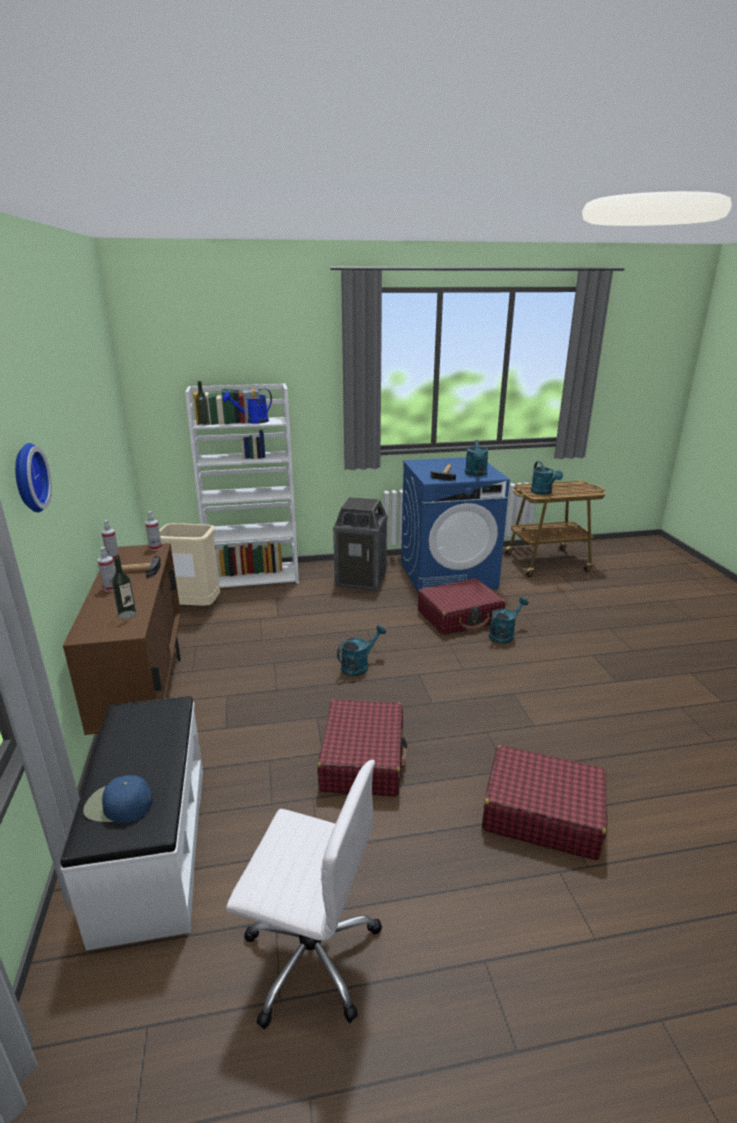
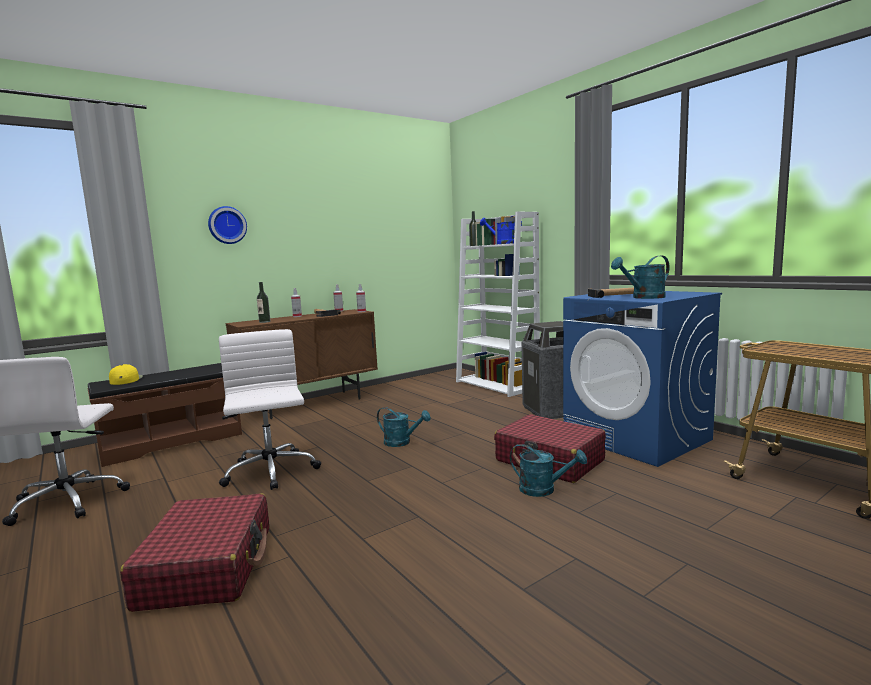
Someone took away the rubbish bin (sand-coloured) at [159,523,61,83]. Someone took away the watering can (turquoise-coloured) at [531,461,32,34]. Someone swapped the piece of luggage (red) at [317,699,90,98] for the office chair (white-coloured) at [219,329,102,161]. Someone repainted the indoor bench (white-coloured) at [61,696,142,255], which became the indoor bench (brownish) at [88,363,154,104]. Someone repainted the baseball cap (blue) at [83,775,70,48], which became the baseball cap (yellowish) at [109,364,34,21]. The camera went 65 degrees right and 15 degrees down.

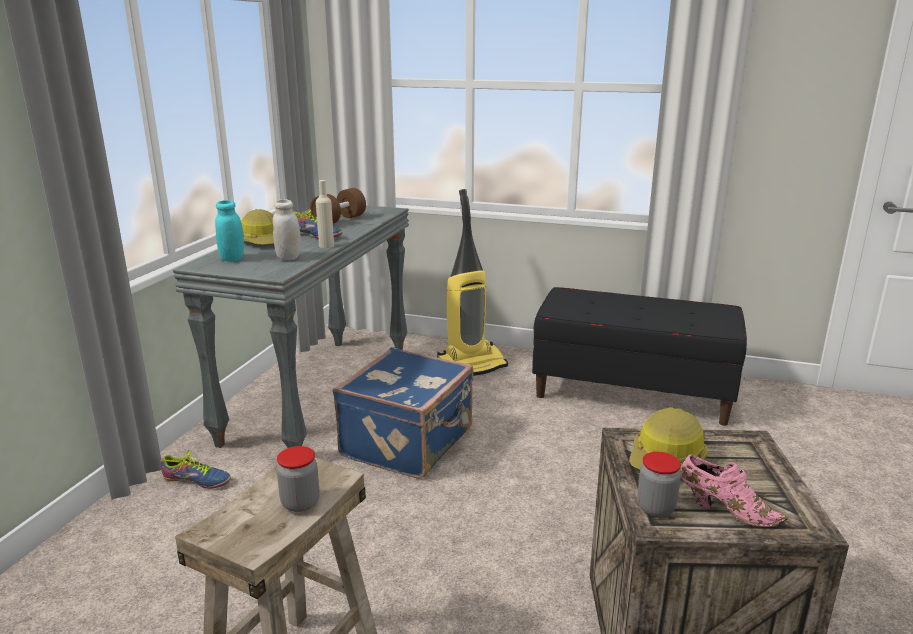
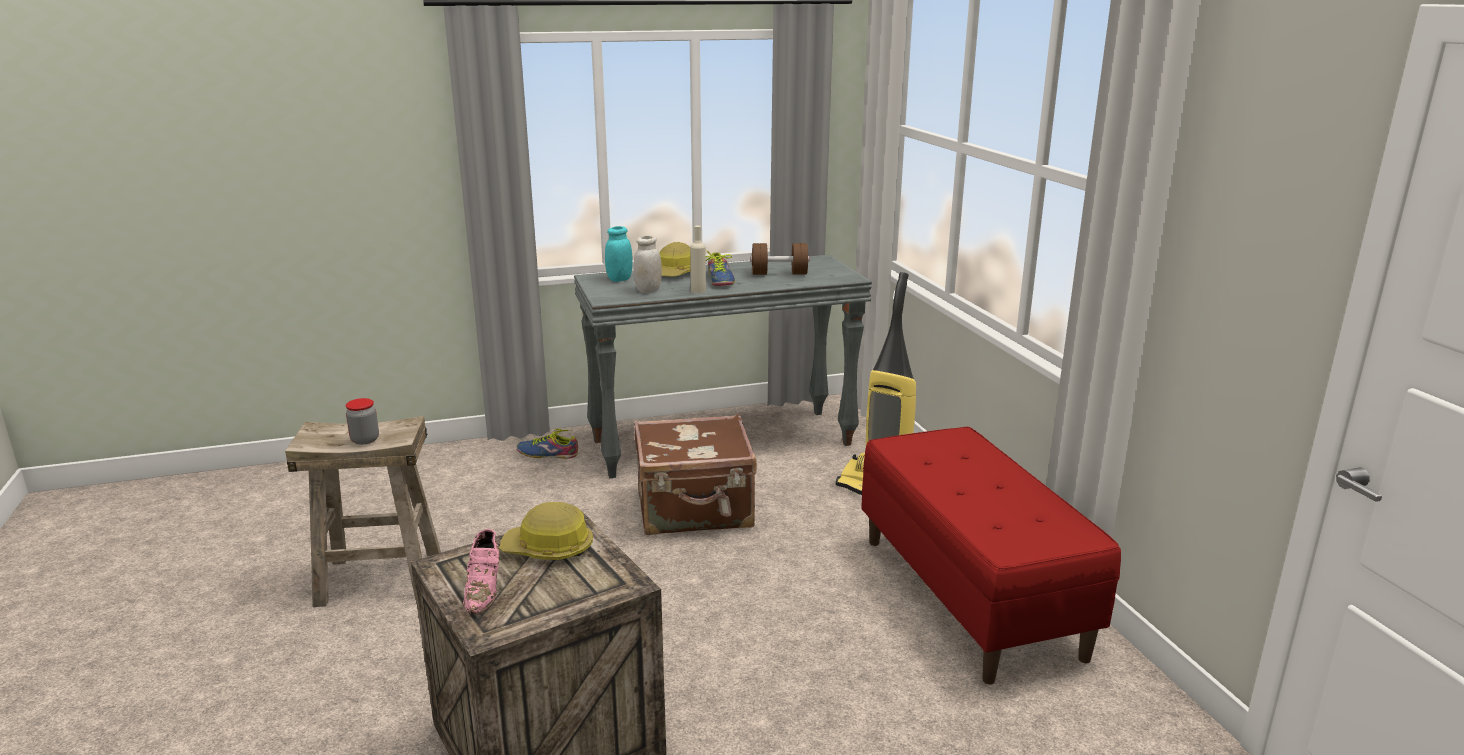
Someone took away the jar at [637,452,44,65]. Someone repainted the piece of luggage (blue) at [333,347,141,132], which became the piece of luggage (brownish) at [634,414,123,121]. Someone repainted the indoor bench (blackish) at [532,287,215,139], which became the indoor bench (red) at [861,427,260,257]. Someone rotated the low shoe at [161,450,70,38] by 120 degrees clockwise. The camera went 55 degrees right and 0 degrees up.

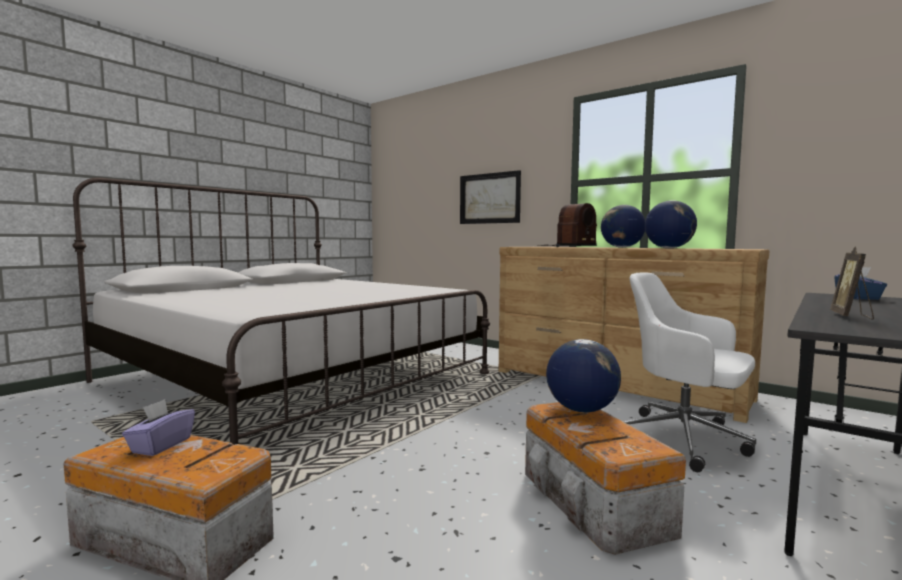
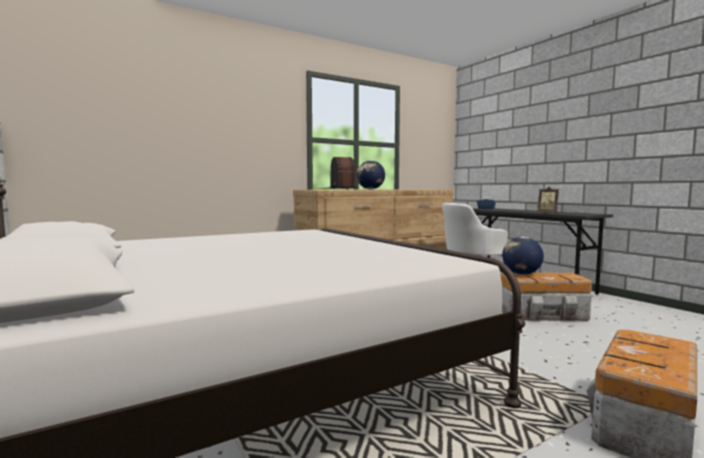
Someone took away the tissue box (purple-coloured) at [122,399,73,57]. Someone took away the wall art at [460,170,61,54]. Someone took away the desk globe at [645,200,52,49]. The camera went 70 degrees left and 0 degrees up.

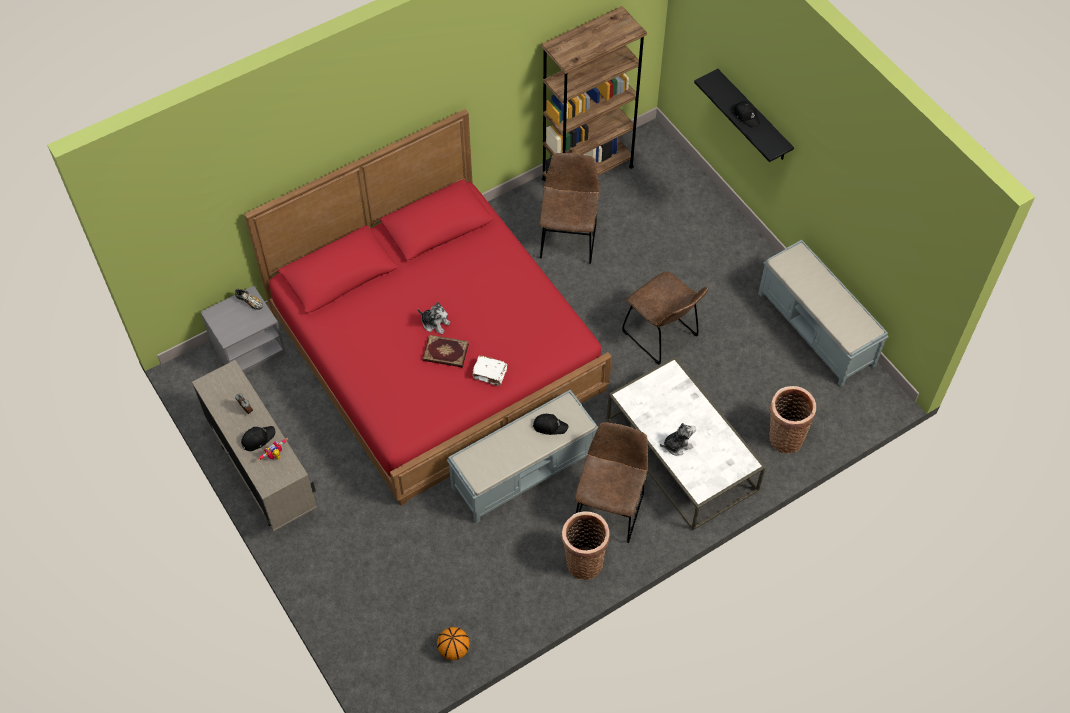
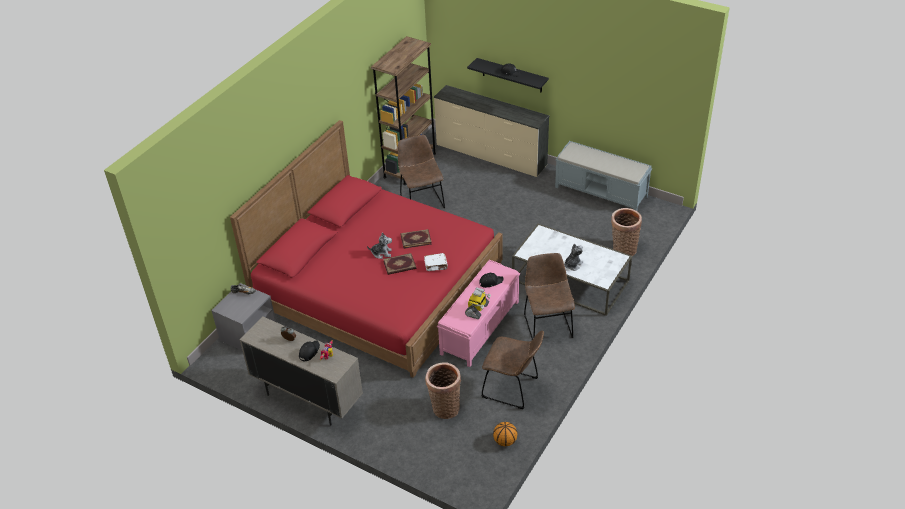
Someone put down the book at [400,229,32,20]. Someone put down the drawer chest (sand-coloured) at [434,85,115,92]. Someone put down the toy robot at [465,287,26,32]. Someone carried the household basket from [562,511,48,69] to [425,362,36,57]. Someone carried the plain chair (brownish) from [622,271,86,94] to [482,330,62,79]. Someone repainted the indoor bench (greyish) at [447,390,151,134], which became the indoor bench (pinkish) at [437,260,83,107]. The camera went 25 degrees left and 15 degrees down.

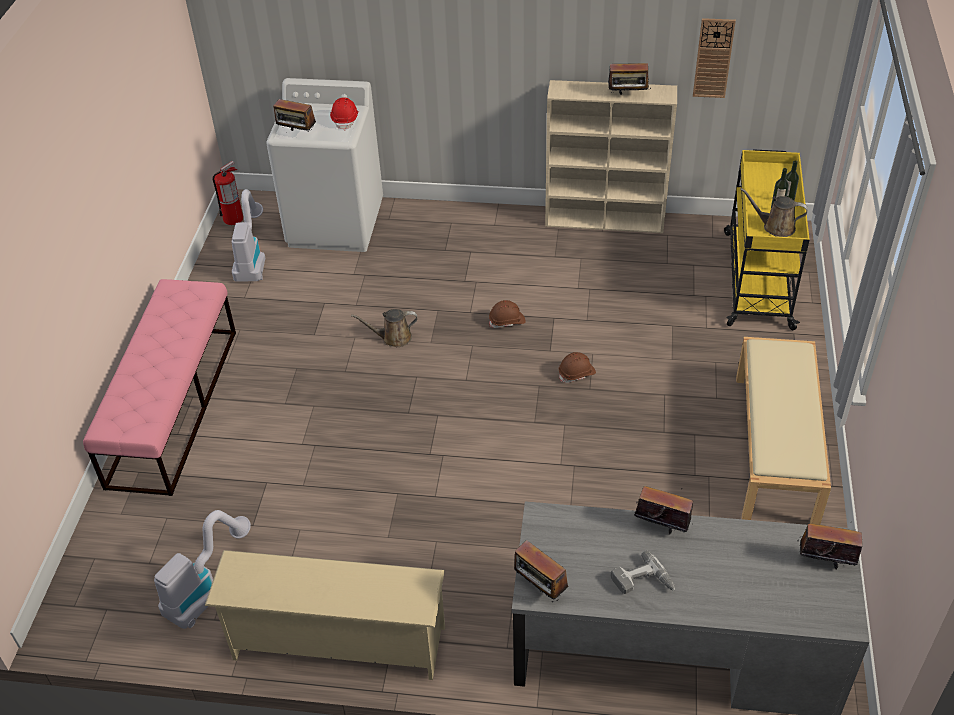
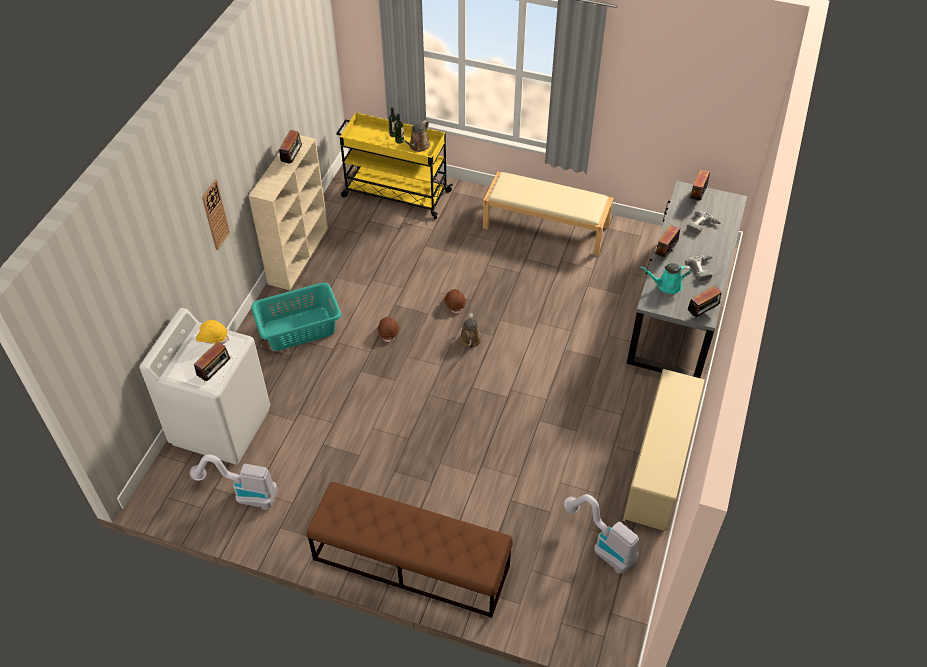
Someone took away the fire-fighting cylinder at [212,161,31,64]. Someone put down the washing basket (turquoise-coloured) at [251,283,90,68]. Someone put down the watering can (turquoise-coloured) at [640,263,51,31]. Someone put down the drill at [687,210,34,24]. Someone carried the watering can (brownish) from [351,309,67,38] to [460,313,22,35]. Someone carried the hanging clock from [693,18,43,80] to [202,179,28,71]. Someone repainted the indoor bench (pinkish) at [83,279,153,217], which became the indoor bench (brownish) at [306,482,207,136]. Someone repainted the safety helmet (red) at [330,97,28,34], which became the safety helmet (yellowish) at [196,320,33,24]. The camera went 80 degrees left and 5 degrees up.

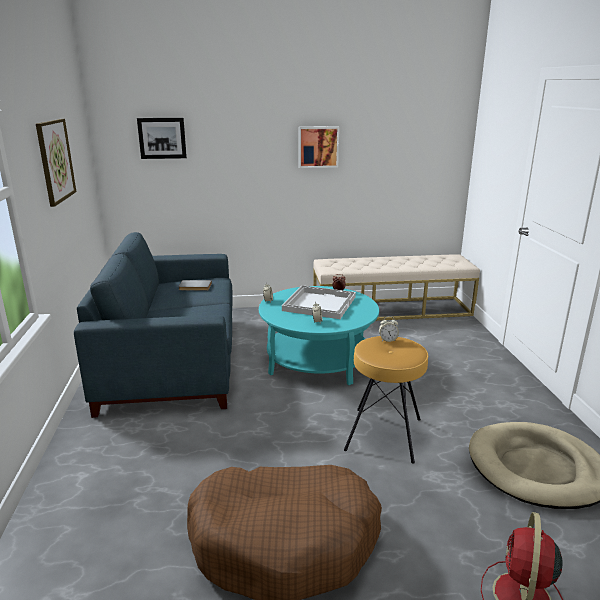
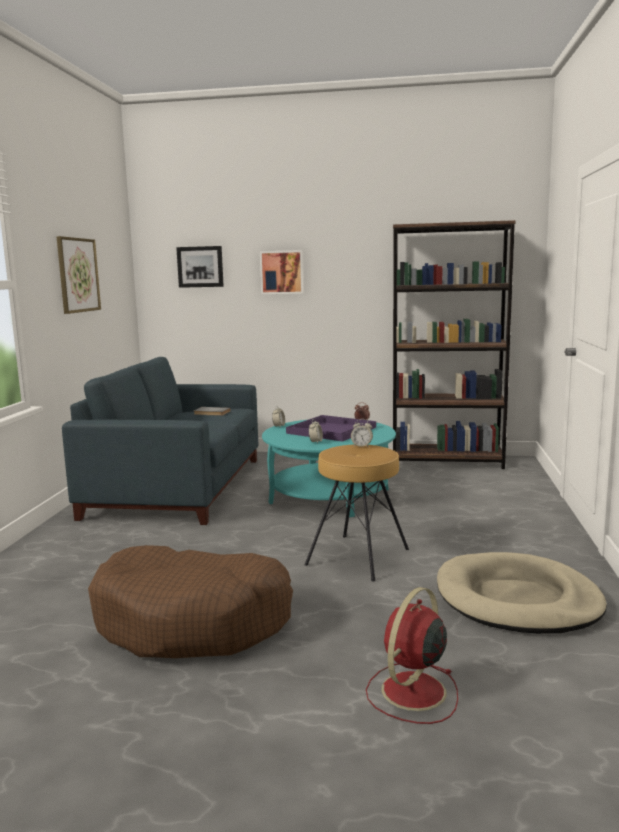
Someone carried the wall art from [299,126,40,42] to [260,250,44,44]. Someone swapped the indoor bench (sand-coloured) at [313,254,167,67] for the bookshelf (brownish) at [393,220,123,249]. Someone repainted the carrying tray (white-coloured) at [282,285,74,34], which became the carrying tray (purple-coloured) at [286,415,90,27]. The camera went 15 degrees right and 10 degrees down.

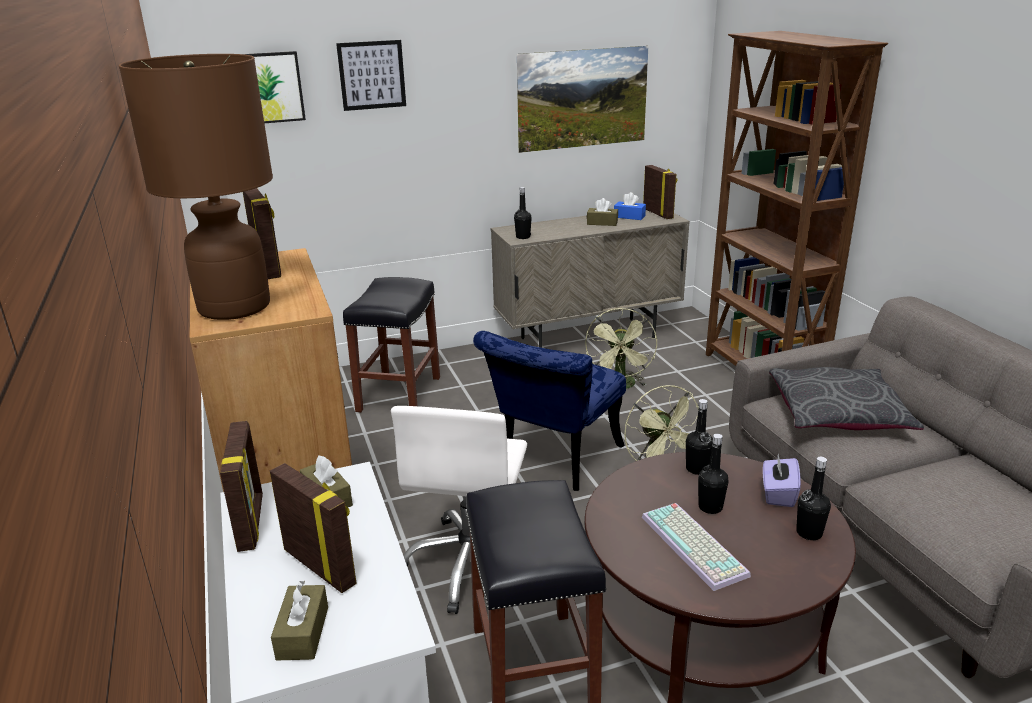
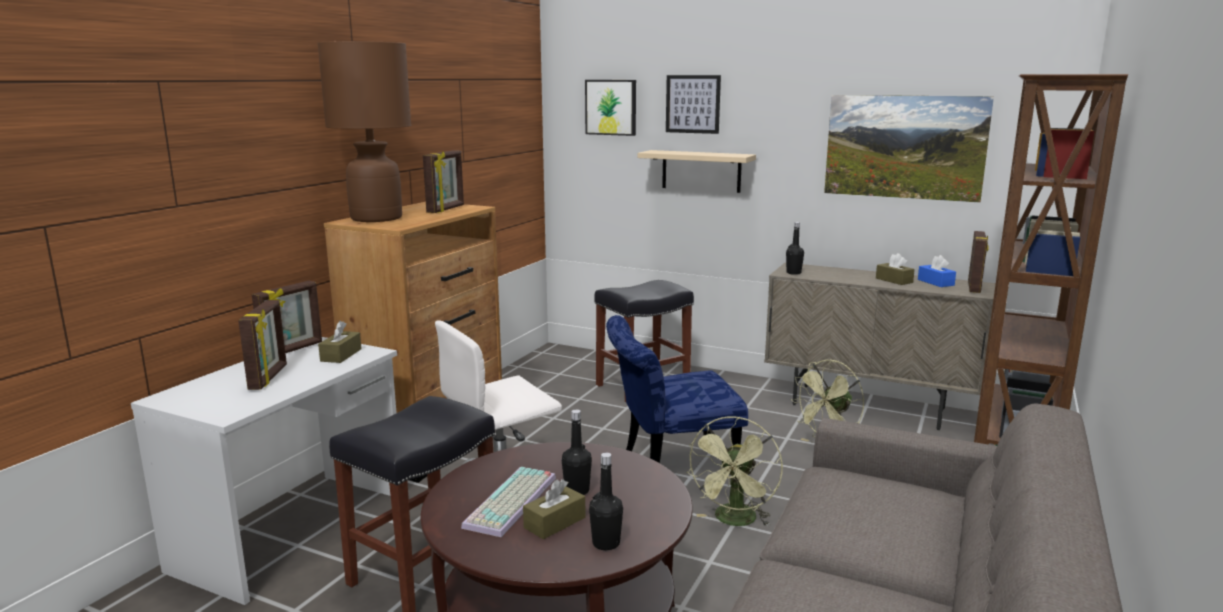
Someone took away the beverage bottle (blackish) at [686,399,27,76]. Someone took away the tissue box (purple-coloured) at [763,454,38,53]. Someone took away the cushion (greyish) at [769,367,155,63]. Someone put up the bracket shelf (sand-coloured) at [638,150,118,43]. Someone carried the tissue box (brownish) from [271,581,57,80] to [523,479,62,60]. The camera went 45 degrees right and 10 degrees down.

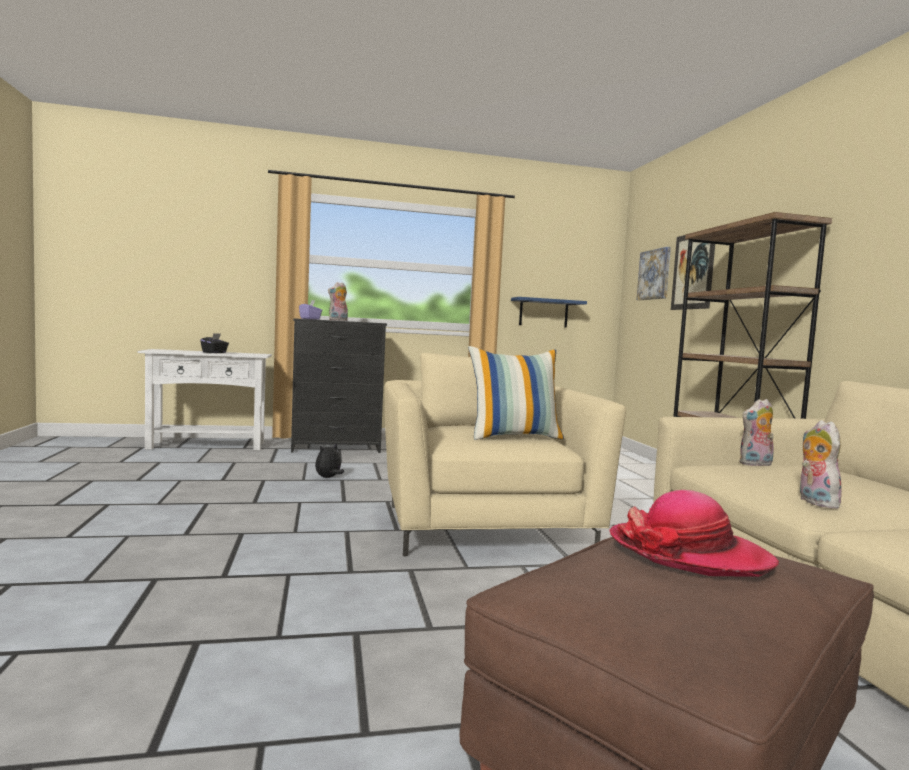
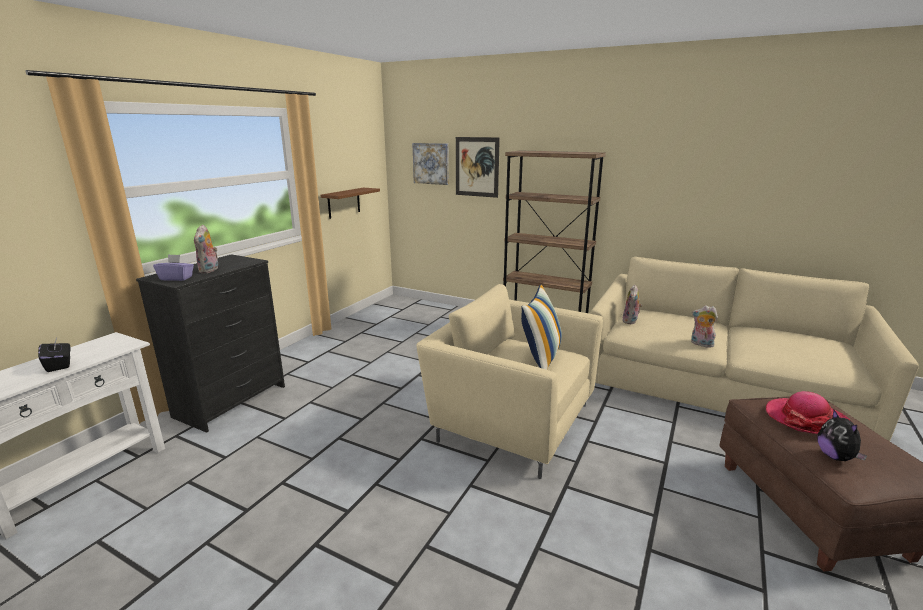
Someone carried the plush toy from [315,444,29,34] to [817,410,50,51]. Someone repainted the bracket shelf (blue) at [511,297,76,31], which became the bracket shelf (brownish) at [321,188,59,31]. The camera went 50 degrees left and 15 degrees up.

